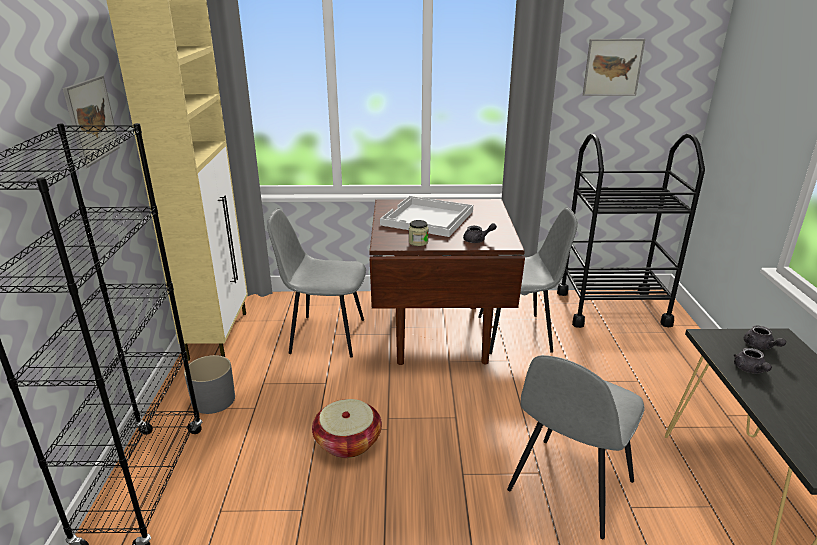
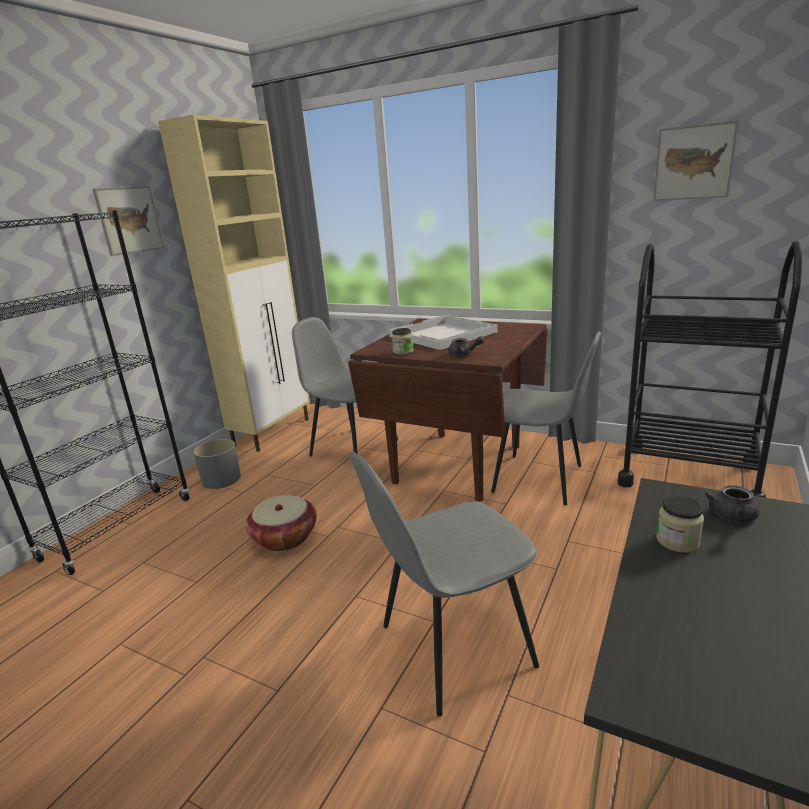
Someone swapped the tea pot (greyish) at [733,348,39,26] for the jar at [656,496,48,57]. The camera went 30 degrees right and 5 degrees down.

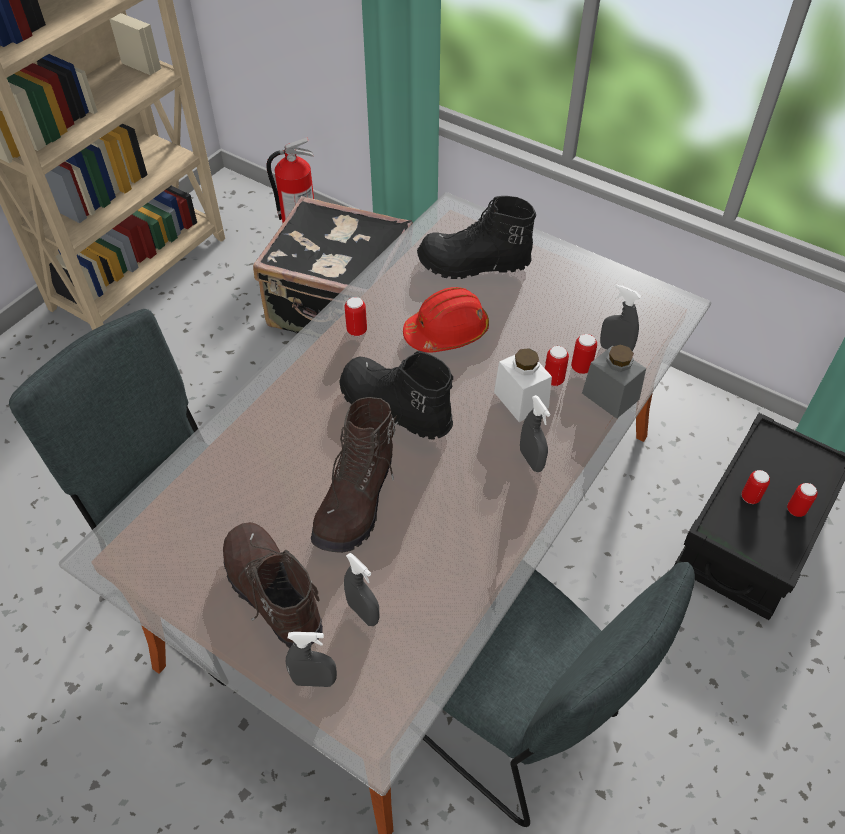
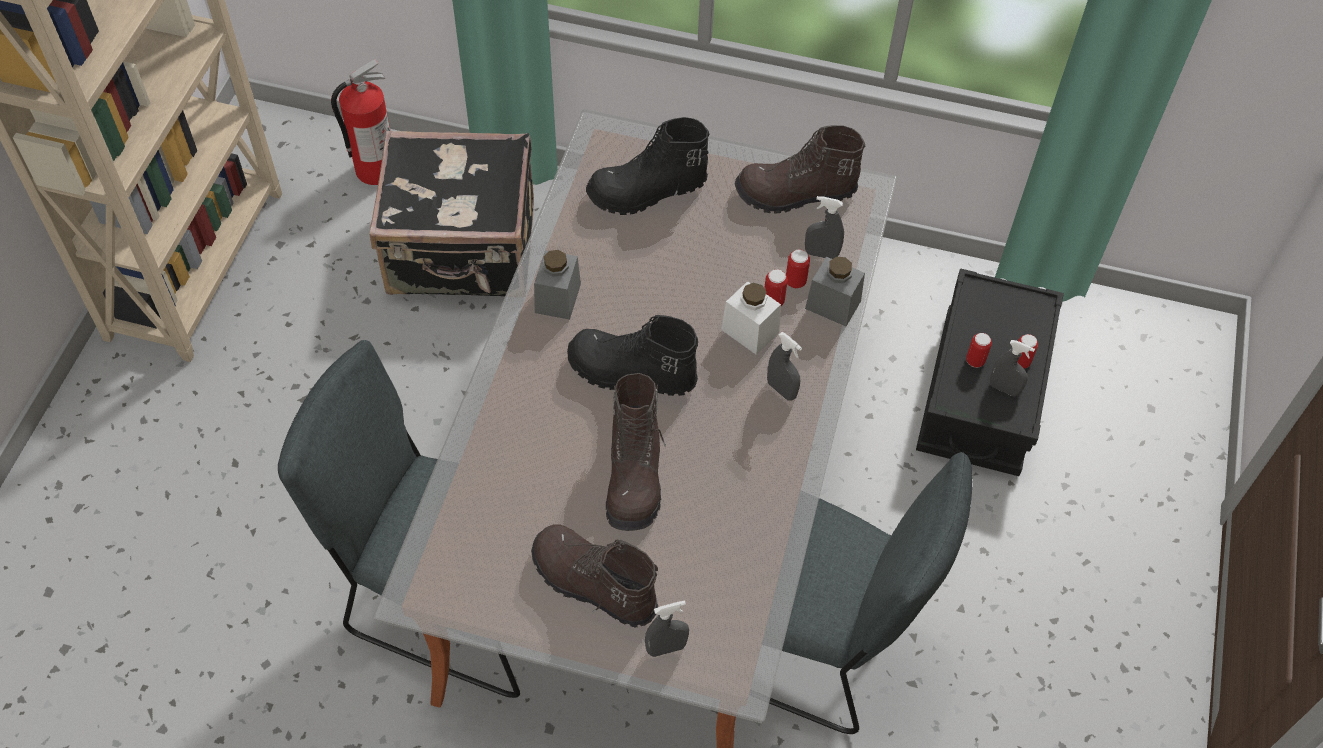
Someone took away the safety helmet (red) at [403,287,86,66]. Someone put down the high-top boot (brownish) at [735,125,130,89]. Someone carried the spray bottle (greyish) from [344,552,36,74] to [990,340,45,57]. Someone swapped the can at [345,297,22,39] for the jar (greyish) at [534,250,47,70]. The camera went 20 degrees left and 5 degrees up.

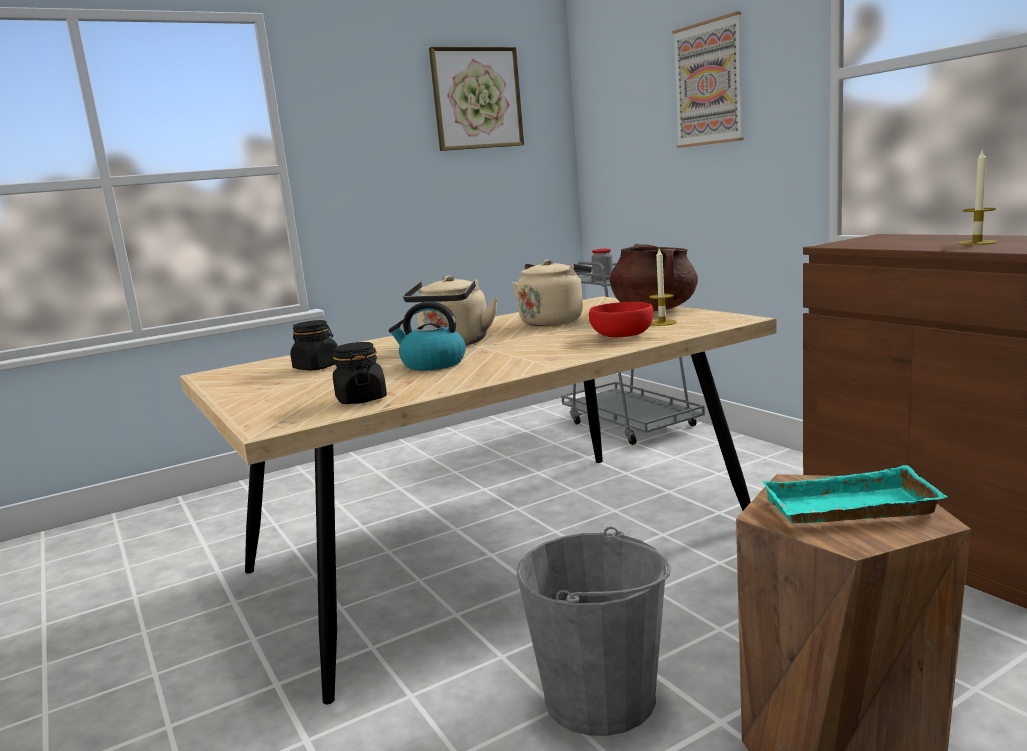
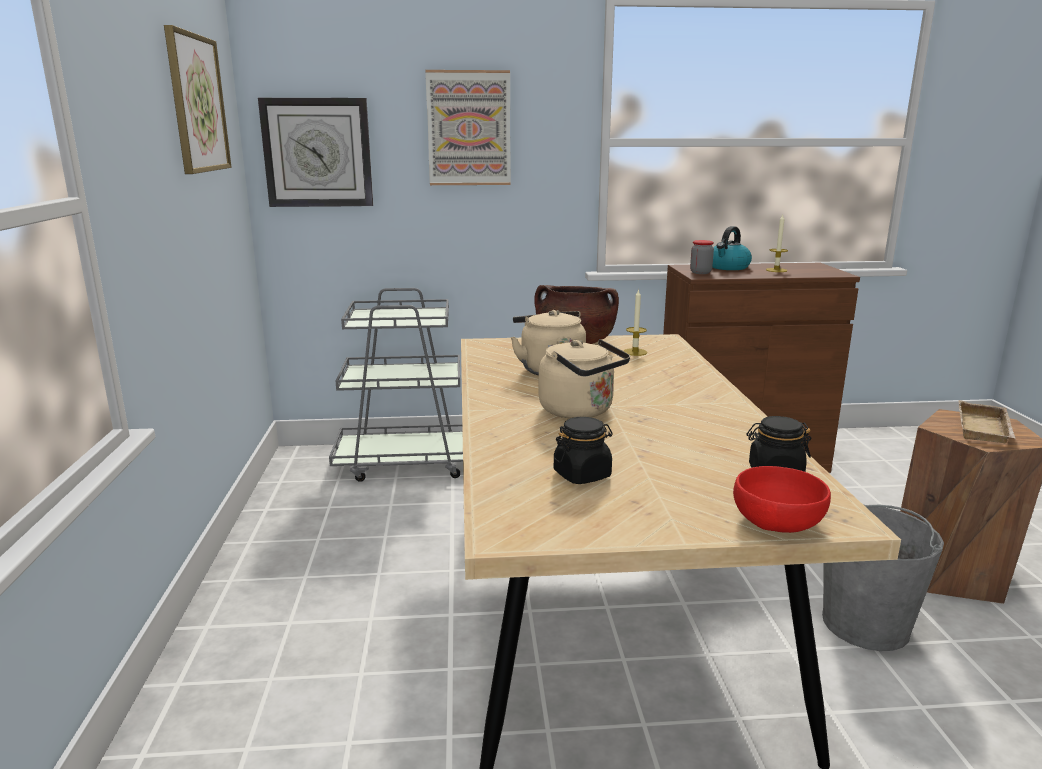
Someone put up the hanging clock at [258,98,115,109]. Someone carried the water kettle from [389,301,77,70] to [712,226,40,44]. Someone carried the serving bowl (red) from [589,302,64,35] to [733,466,98,67]. Someone carried the jar from [592,249,21,31] to [690,240,24,34]. Someone repainted the carrying tray (turquoise-coloured) at [762,465,185,58], which became the carrying tray (sand-coloured) at [959,400,56,43]. The camera went 65 degrees left and 5 degrees up.

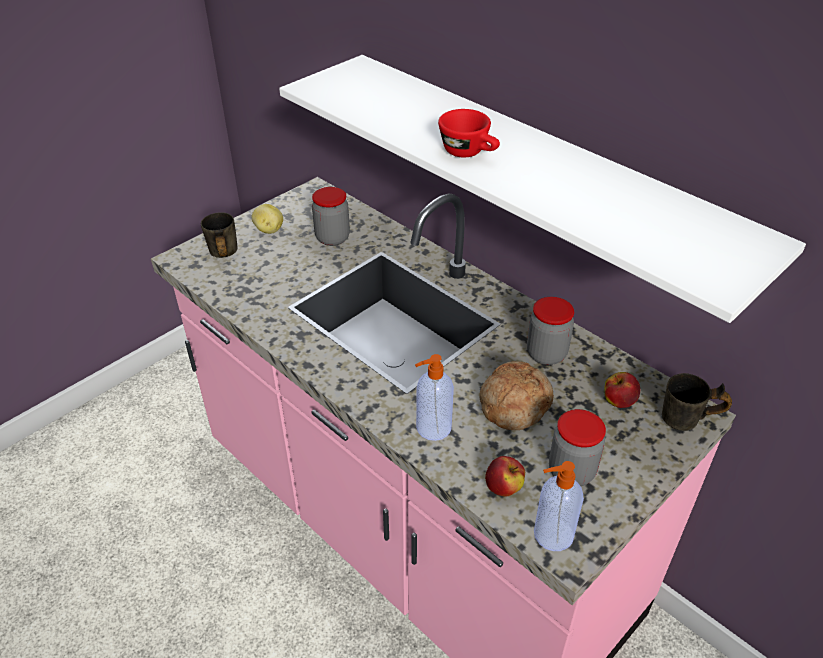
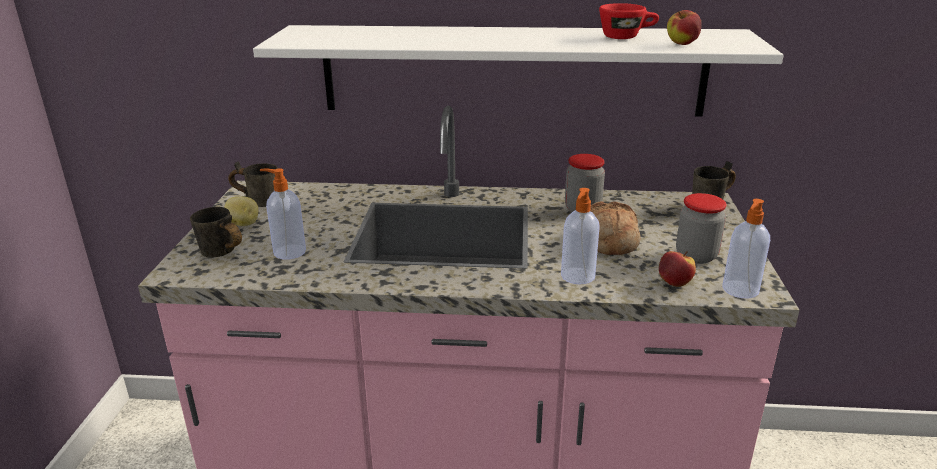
Someone took away the jar at [312,187,38,59]. Someone put down the coffee mug (greyish) at [228,161,50,46]. Someone put down the soap dispenser at [260,168,46,91]. Someone carried the cup (red) from [438,109,62,49] to [599,3,60,36]. Someone carried the apple fruit from [604,372,36,36] to [667,10,35,35]. The camera went 40 degrees left and 15 degrees down.

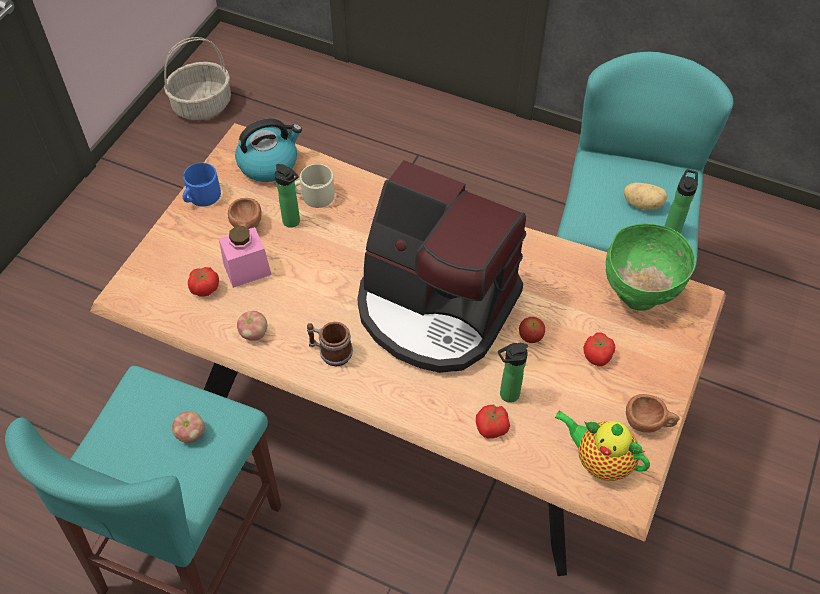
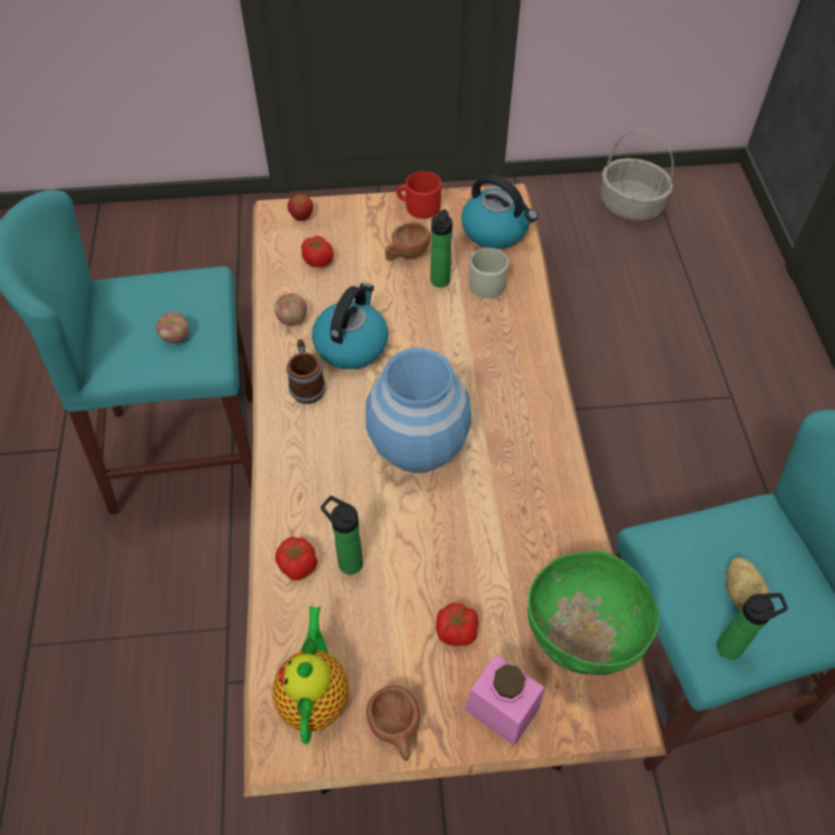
Someone put down the water kettle at [312,283,76,86]. Someone carried the jar (pinkish) from [219,226,52,62] to [465,654,79,92]. Someone carried the apple fruit from [519,317,26,26] to [288,194,25,27]. Someone swapped the coffee maker at [357,160,169,213] for the vase (blue) at [366,348,105,125]. Someone repainted the coffee mug (blue) at [183,163,38,44], which became the coffee mug (red) at [396,171,45,48]. The camera went 60 degrees right and 0 degrees up.

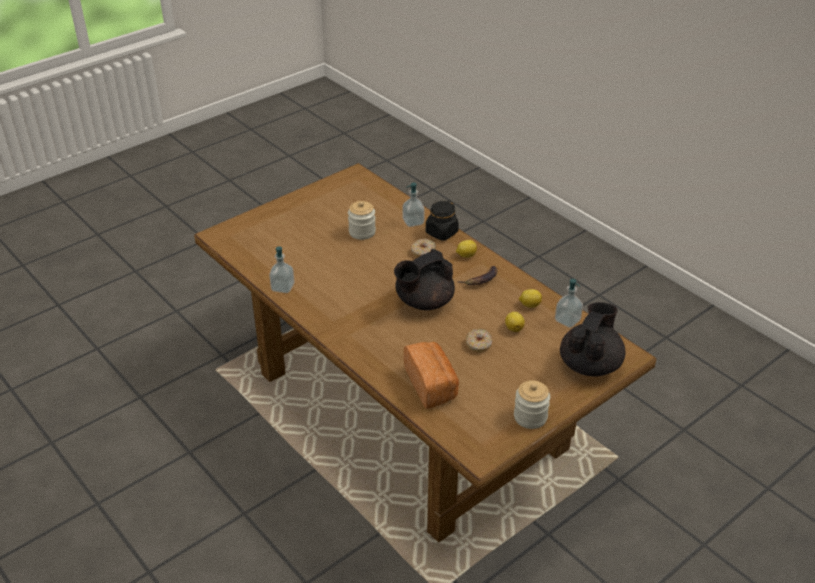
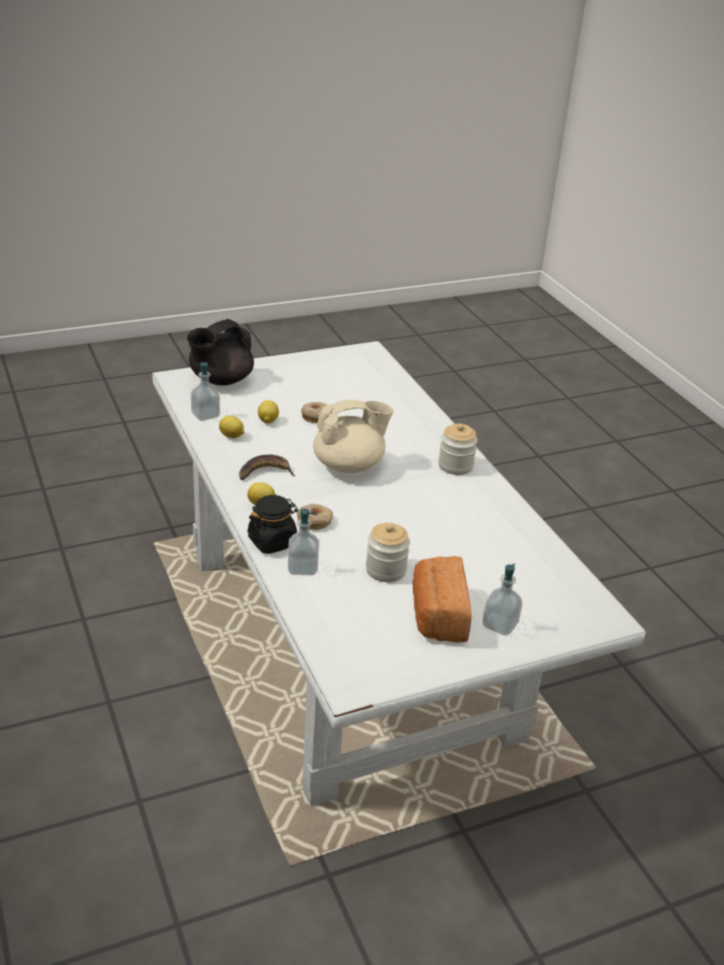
Someone carried the soap dispenser from [269,246,26,47] to [483,564,39,72]. Someone carried the bakery bread from [404,342,55,67] to [412,556,60,87]. Someone carried the jar from [514,380,36,49] to [438,423,40,52]. Someone repainted the dinner table (brownish) at [194,163,462,379], which became the dinner table (white-coloured) at [152,341,494,465]. Someone repainted the tea pot (blackish) at [394,249,61,61], which became the tea pot (sand-coloured) at [313,400,81,73]. The camera went 165 degrees left and 5 degrees down.

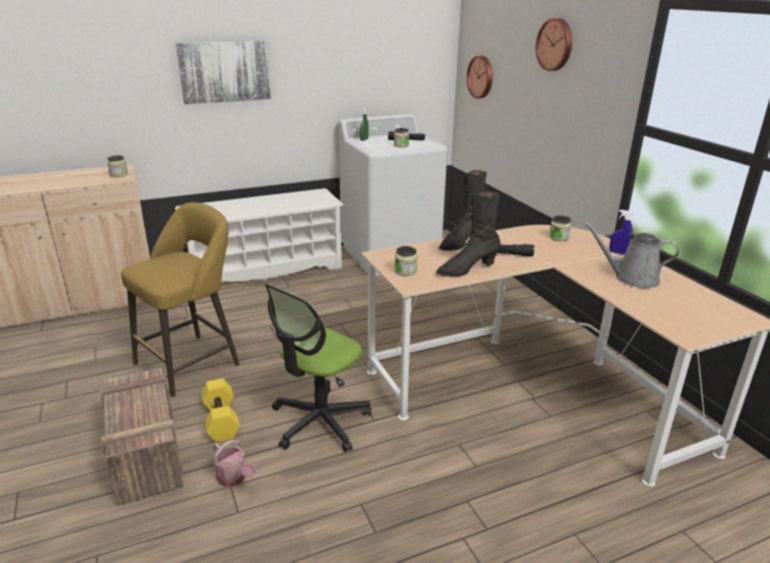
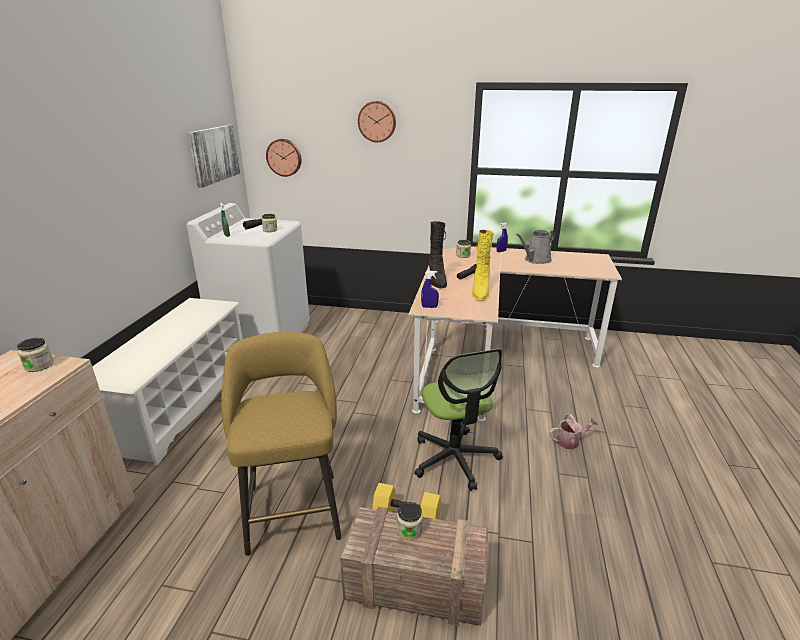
Someone put down the spray bottle (blue) at [421,271,18,37]. Someone carried the wall art from [176,41,95,63] to [188,125,52,63]. Someone carried the watering can from [213,440,42,47] to [549,414,50,35]. Someone carried the jar from [395,246,22,30] to [397,502,26,38]. Someone repainted the high-top boot (blackish) at [436,191,65,86], which became the high-top boot (yellowish) at [472,230,22,71]. The camera went 55 degrees left and 0 degrees up.

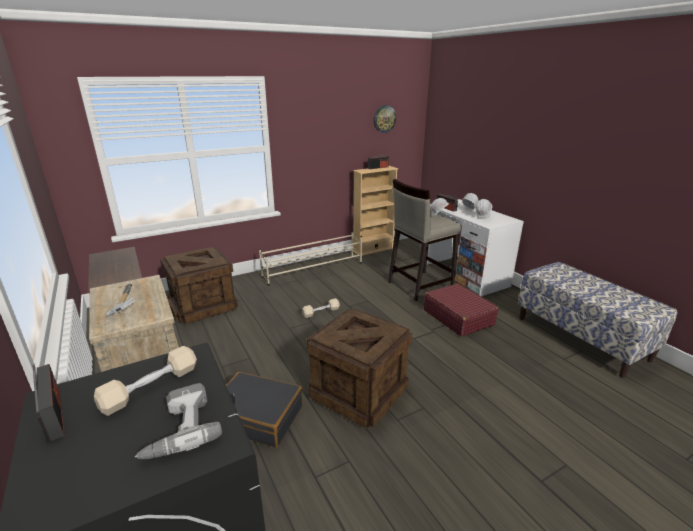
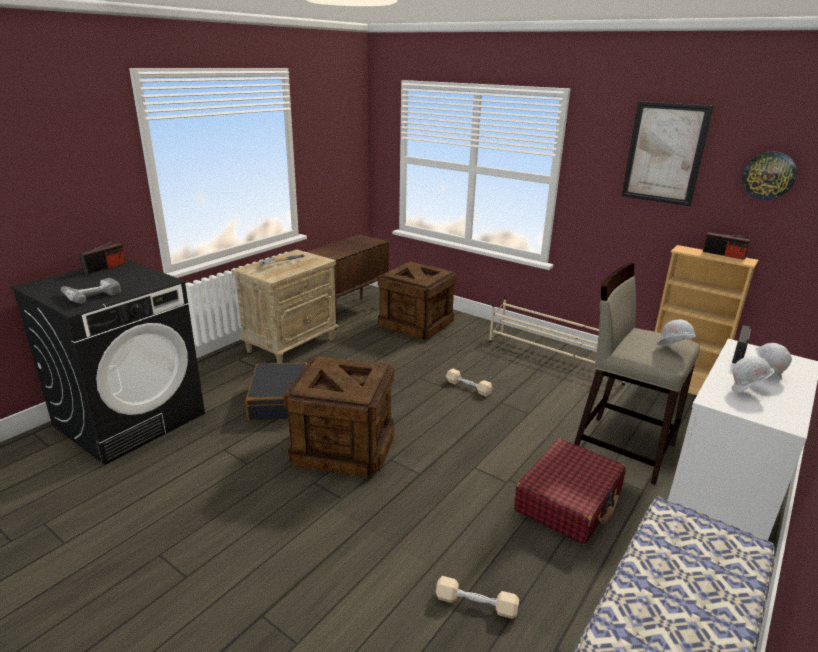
Someone put up the wall art at [622,101,92,105]. Someone carried the dumbbell (sand-coloured) from [94,346,103,70] to [436,576,83,43]. The camera went 65 degrees right and 0 degrees up.

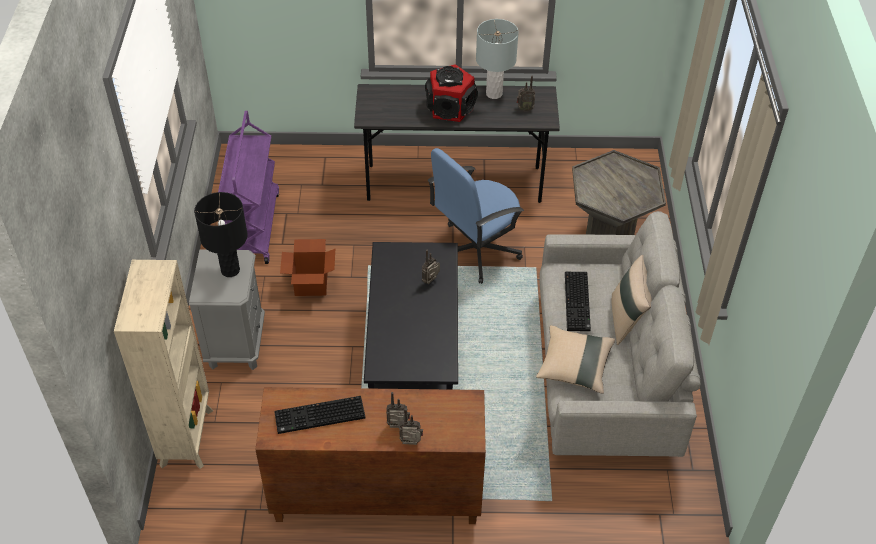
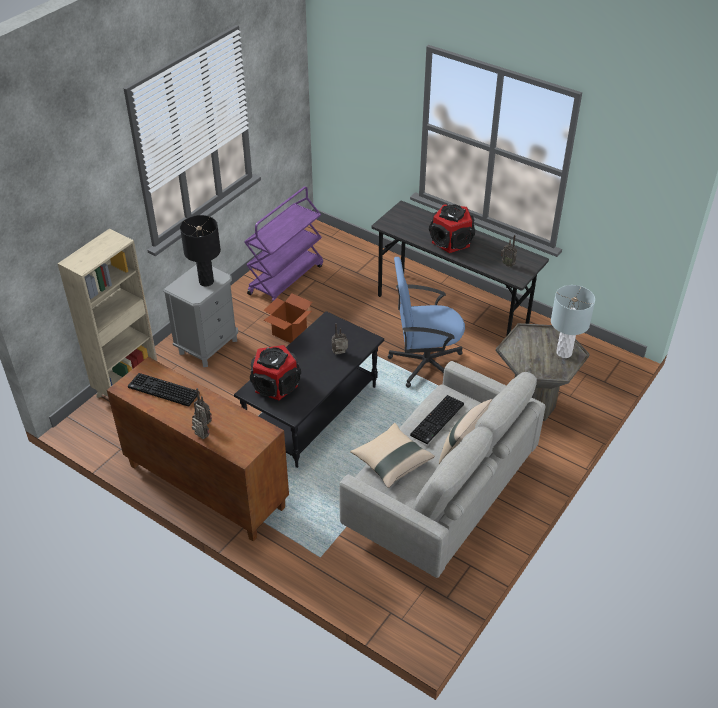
Someone put down the loudspeaker at [250,345,51,55]. Someone carried the lamp for a table (greyish) from [476,19,43,80] to [551,285,44,73]. The camera went 35 degrees right and 5 degrees down.

